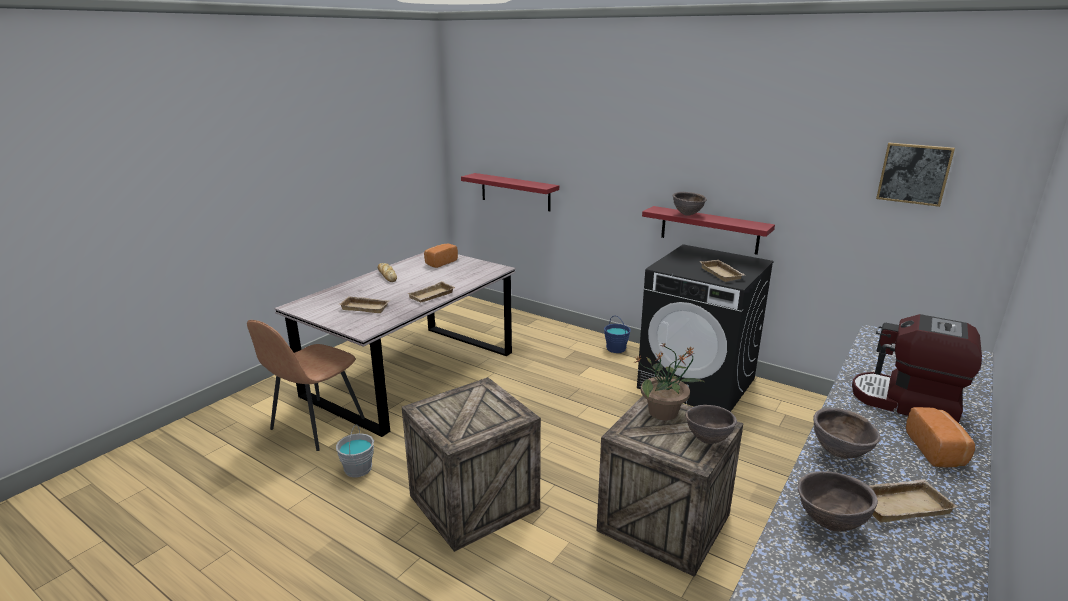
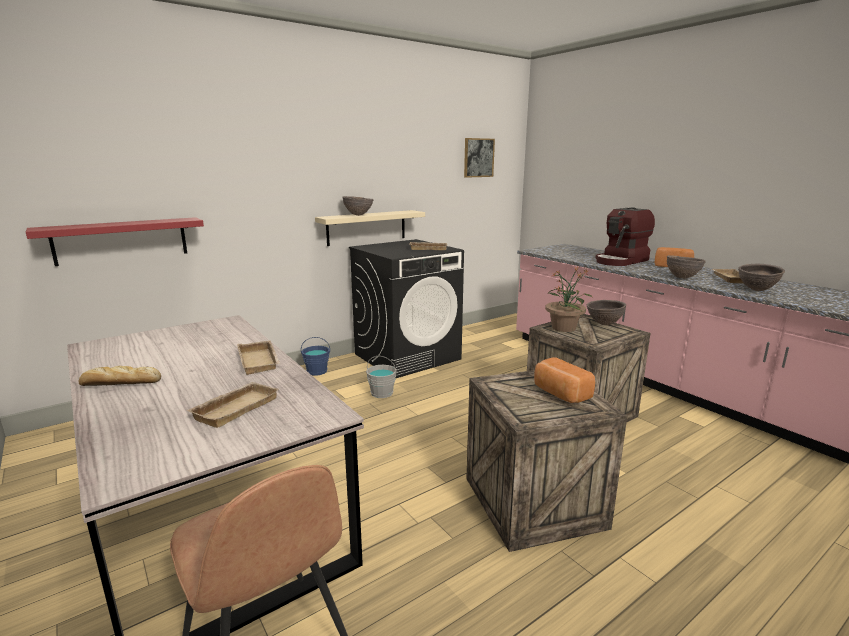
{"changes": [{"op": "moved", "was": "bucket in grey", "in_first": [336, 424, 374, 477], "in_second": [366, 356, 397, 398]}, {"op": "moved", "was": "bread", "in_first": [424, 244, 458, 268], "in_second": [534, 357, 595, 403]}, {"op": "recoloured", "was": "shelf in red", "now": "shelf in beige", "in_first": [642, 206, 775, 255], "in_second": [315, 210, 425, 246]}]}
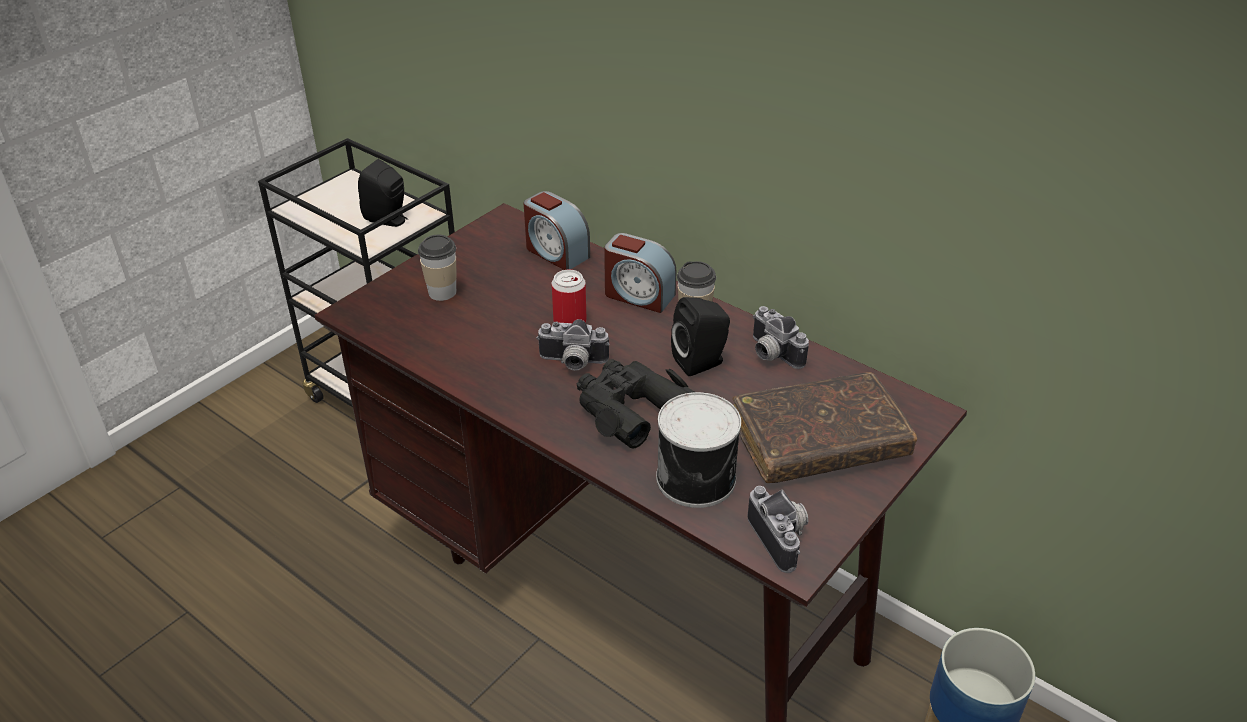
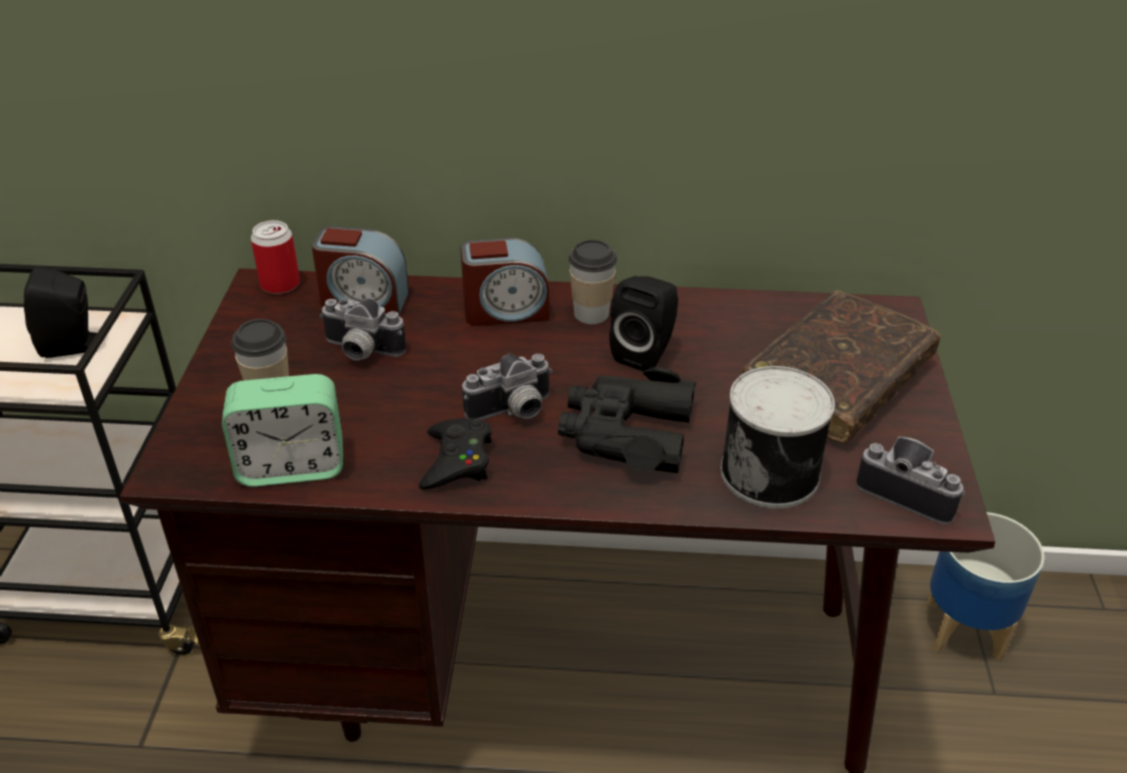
{"changes": [{"op": "added", "now": "alarm clock", "in_second": [222, 374, 343, 487]}, {"op": "added", "now": "game controller in black", "in_second": [419, 418, 492, 490]}, {"op": "moved", "was": "can", "in_first": [552, 270, 587, 323], "in_second": [251, 220, 300, 294]}, {"op": "moved", "was": "photo camera", "in_first": [753, 306, 809, 369], "in_second": [320, 298, 406, 360]}]}
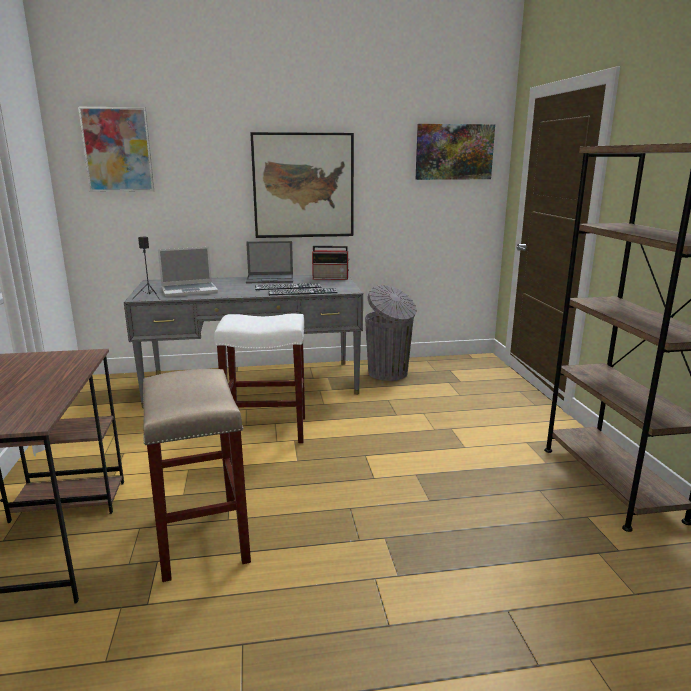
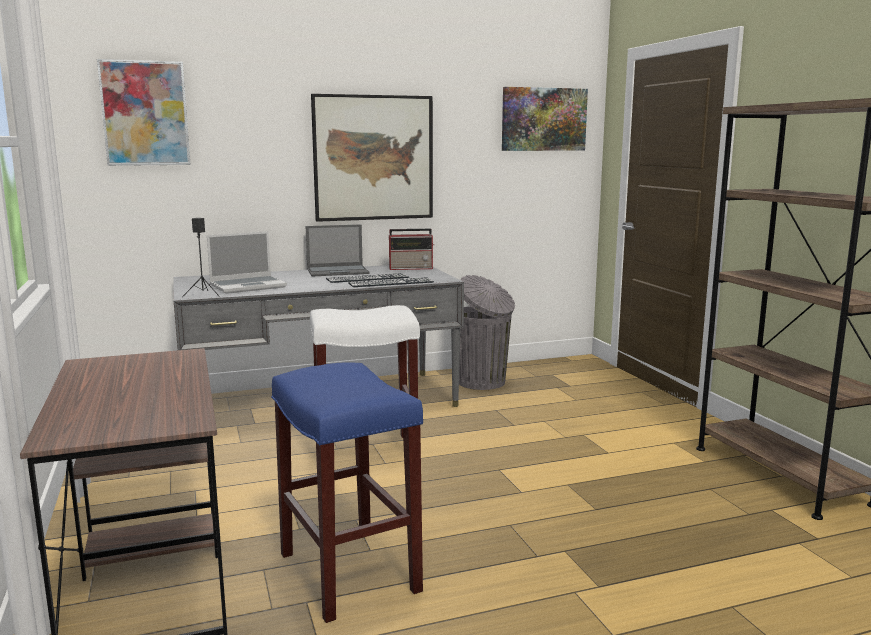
{"changes": [{"op": "recoloured", "was": "stool in beige", "now": "stool in blue", "in_first": [143, 369, 251, 582], "in_second": [271, 362, 423, 623]}]}
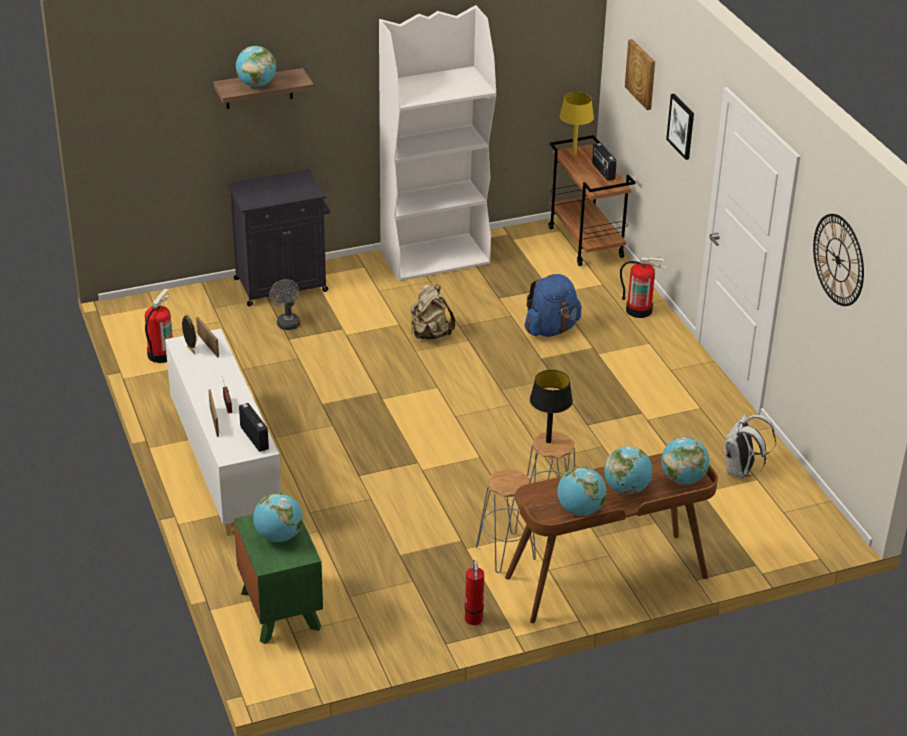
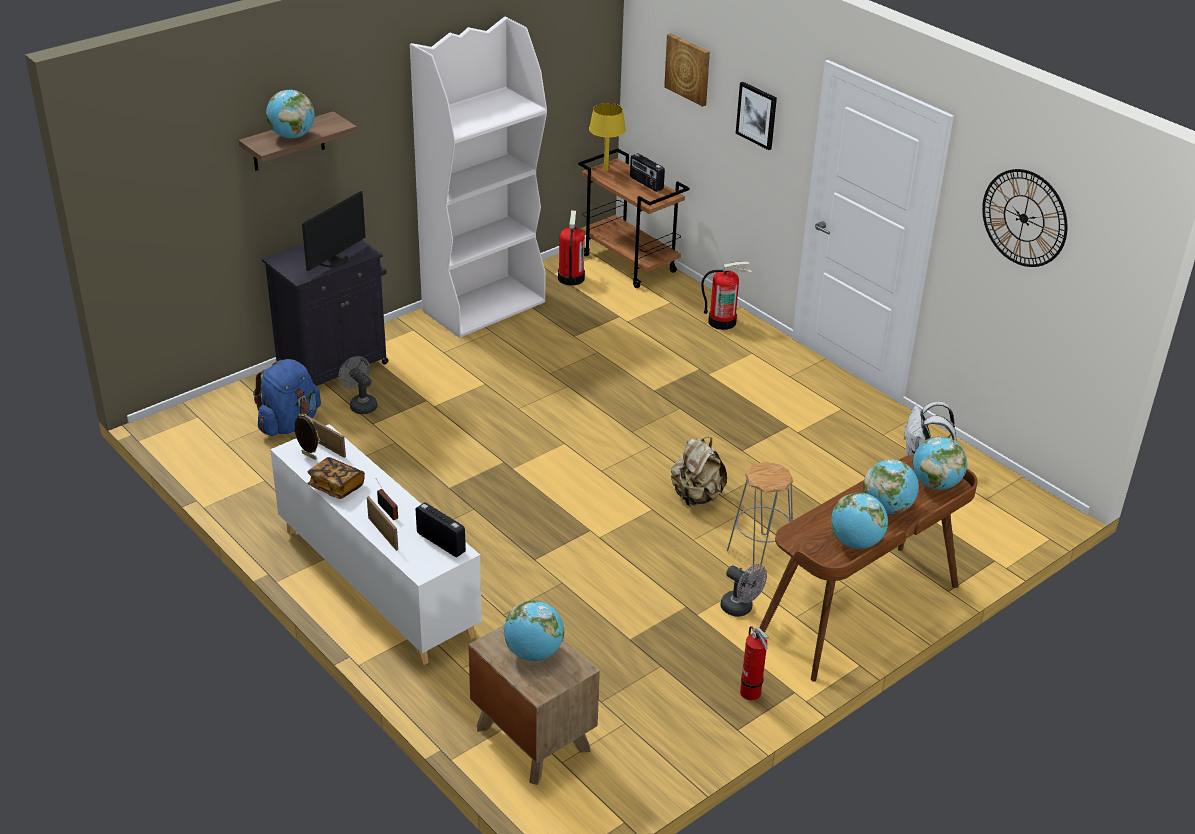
{"changes": [{"op": "removed", "was": "table lamp in black", "in_first": [530, 370, 573, 443]}, {"op": "added", "now": "monitor", "in_second": [302, 191, 366, 271]}, {"op": "added", "now": "book", "in_second": [308, 457, 365, 499]}, {"op": "moved", "was": "fire extinguisher", "in_first": [145, 288, 173, 363], "in_second": [558, 210, 585, 286]}, {"op": "moved", "was": "backpack in beige", "in_first": [411, 285, 455, 340], "in_second": [671, 437, 727, 506]}, {"op": "moved", "was": "backpack in blue", "in_first": [525, 274, 581, 337], "in_second": [253, 359, 321, 436]}, {"op": "replaced", "was": "stool in grey", "now": "fan in grey", "in_first": [476, 469, 536, 573], "in_second": [720, 564, 767, 617]}, {"op": "recoloured", "was": "nightstand in green", "now": "nightstand in brown", "in_first": [234, 514, 323, 644], "in_second": [468, 625, 600, 785]}]}
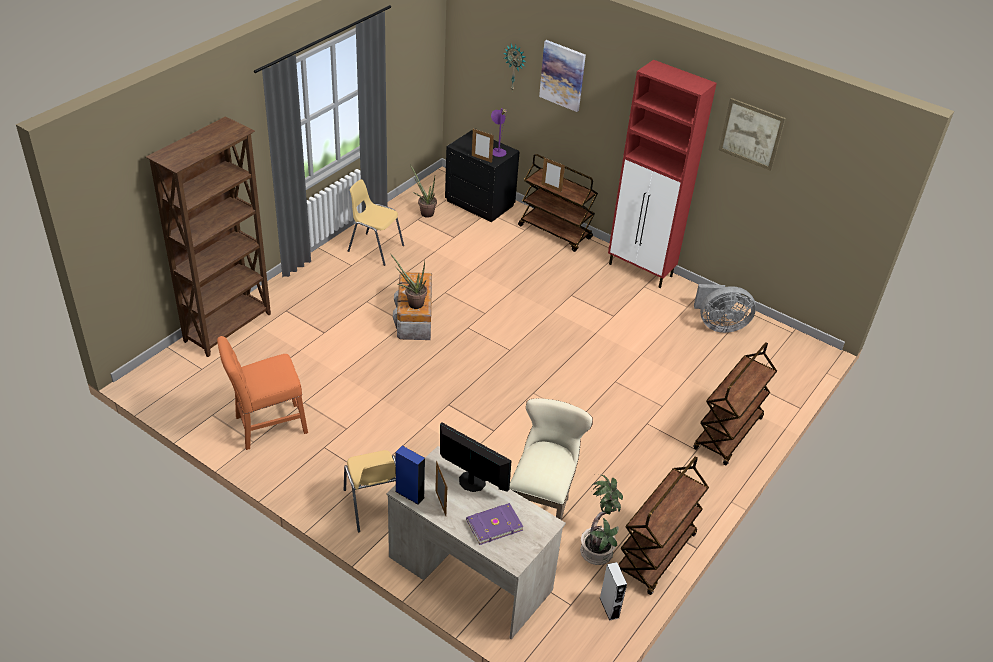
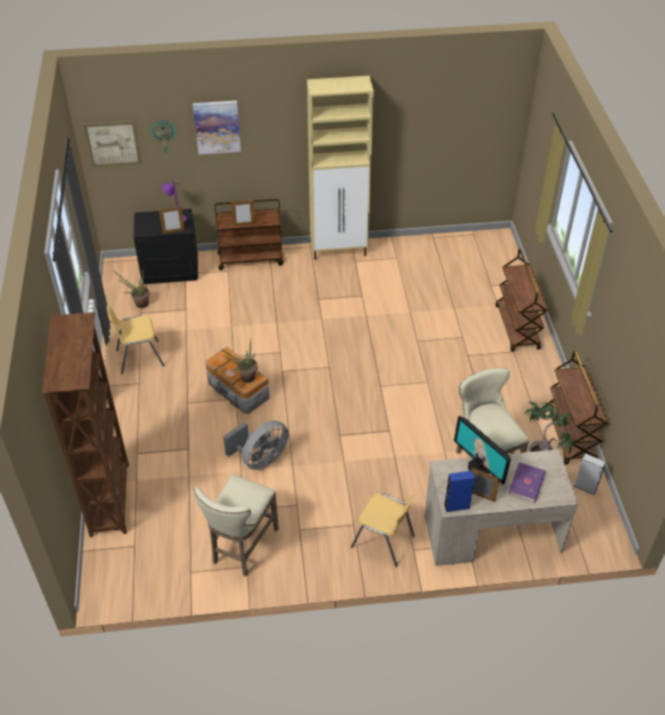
{"changes": [{"op": "moved", "was": "fan in grey", "in_first": [694, 284, 756, 333], "in_second": [223, 420, 289, 470]}, {"op": "moved", "was": "picture", "in_first": [719, 98, 786, 171], "in_second": [83, 121, 142, 167]}, {"op": "replaced", "was": "chair in orange", "now": "stool in beige", "in_first": [217, 336, 308, 450], "in_second": [193, 474, 279, 576]}, {"op": "recoloured", "was": "cabinet in red", "now": "cabinet in beige", "in_first": [608, 60, 717, 288], "in_second": [307, 76, 374, 260]}, {"op": "turned", "was": "monitor", "in_first": [440, 423, 512, 492], "in_second": [454, 416, 511, 485], "clockwise": -120}]}
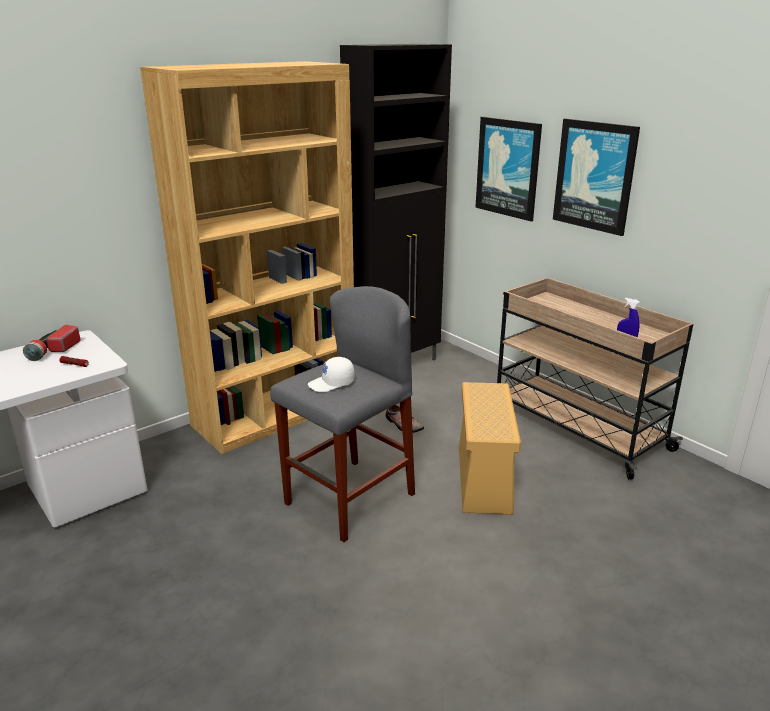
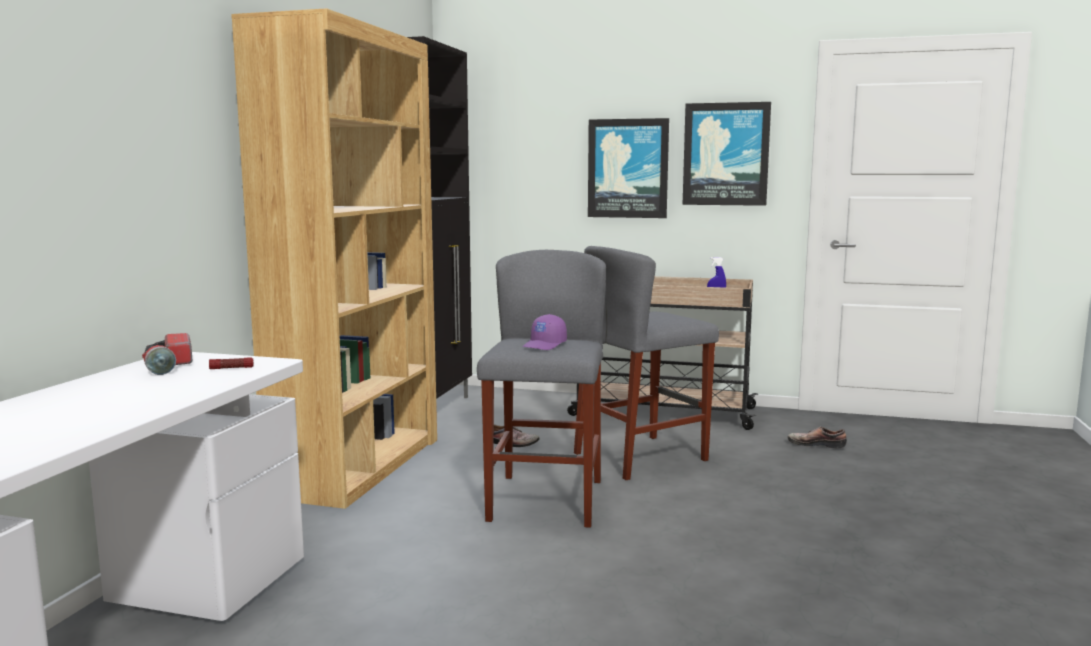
{"changes": [{"op": "added", "now": "shoe", "in_second": [788, 427, 847, 448]}, {"op": "moved", "was": "picture", "in_first": [475, 117, 542, 222], "in_second": [683, 102, 771, 206]}, {"op": "replaced", "was": "storage box in beige", "now": "stool in grey", "in_first": [459, 382, 521, 515], "in_second": [574, 246, 719, 480]}, {"op": "recoloured", "was": "cap in white", "now": "cap in purple", "in_first": [308, 357, 355, 392], "in_second": [523, 314, 567, 350]}]}
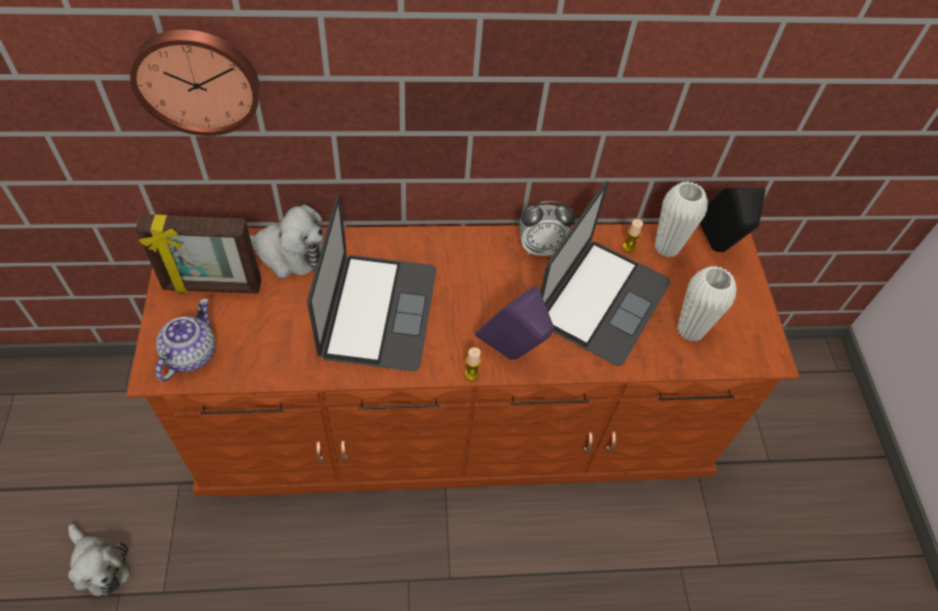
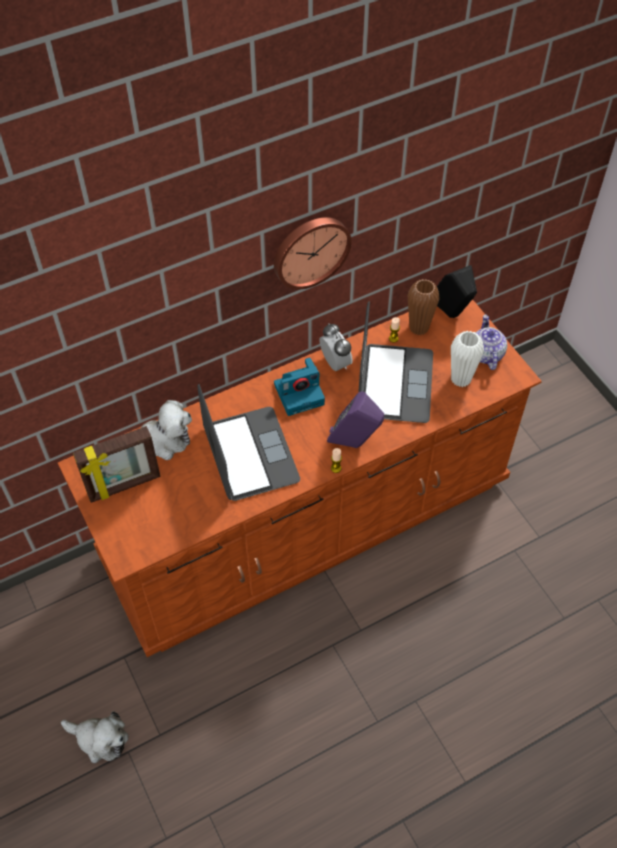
{"changes": [{"op": "added", "now": "photo camera", "in_second": [274, 357, 325, 416]}, {"op": "moved", "was": "wall clock", "in_first": [130, 30, 260, 136], "in_second": [274, 217, 352, 289]}, {"op": "moved", "was": "teapot", "in_first": [155, 298, 215, 382], "in_second": [476, 315, 507, 370]}, {"op": "recoloured", "was": "vase in white", "now": "vase in brown", "in_first": [655, 181, 708, 257], "in_second": [407, 279, 440, 335]}, {"op": "turned", "was": "alarm clock", "in_first": [519, 201, 575, 256], "in_second": [319, 323, 353, 371], "clockwise": -90}]}
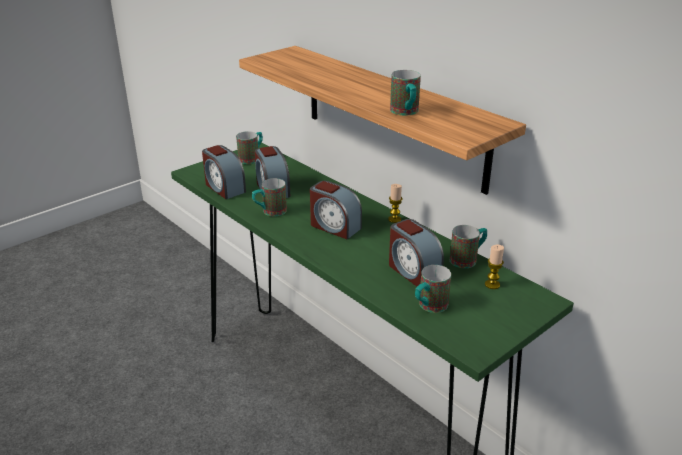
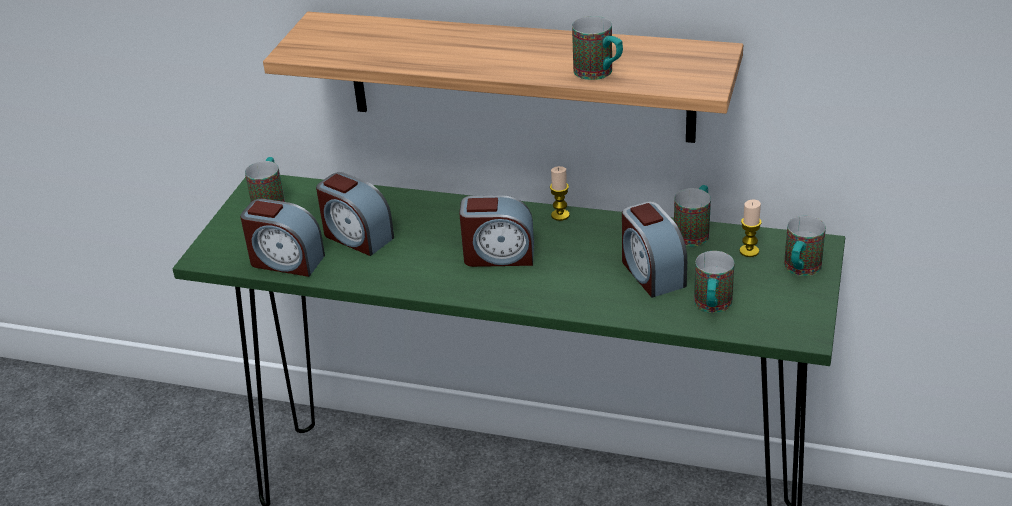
{"changes": [{"op": "moved", "was": "mug", "in_first": [252, 178, 287, 216], "in_second": [784, 216, 826, 276]}, {"op": "turned", "was": "alarm clock", "in_first": [389, 219, 444, 286], "in_second": [622, 201, 687, 298], "clockwise": 45}]}
